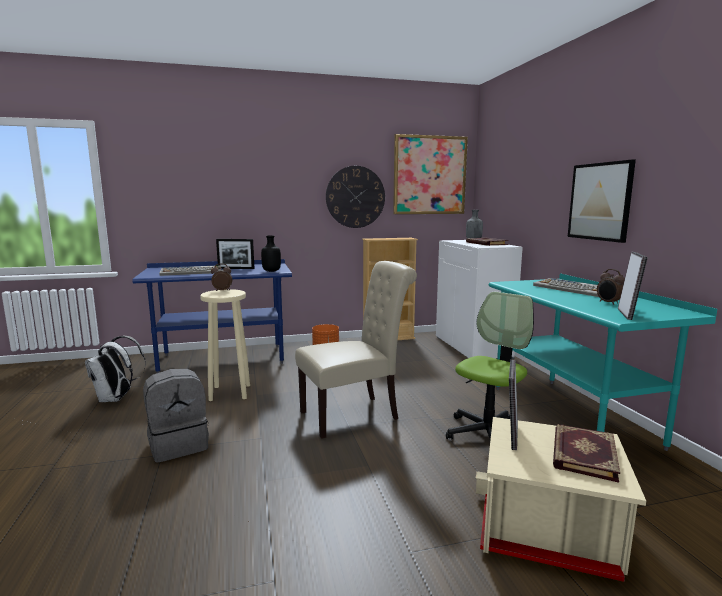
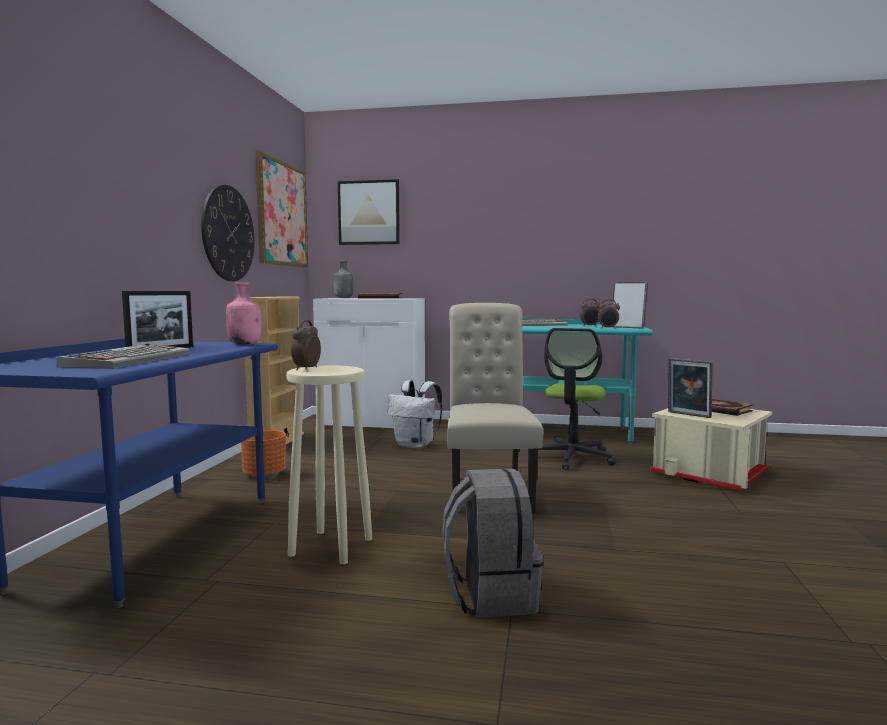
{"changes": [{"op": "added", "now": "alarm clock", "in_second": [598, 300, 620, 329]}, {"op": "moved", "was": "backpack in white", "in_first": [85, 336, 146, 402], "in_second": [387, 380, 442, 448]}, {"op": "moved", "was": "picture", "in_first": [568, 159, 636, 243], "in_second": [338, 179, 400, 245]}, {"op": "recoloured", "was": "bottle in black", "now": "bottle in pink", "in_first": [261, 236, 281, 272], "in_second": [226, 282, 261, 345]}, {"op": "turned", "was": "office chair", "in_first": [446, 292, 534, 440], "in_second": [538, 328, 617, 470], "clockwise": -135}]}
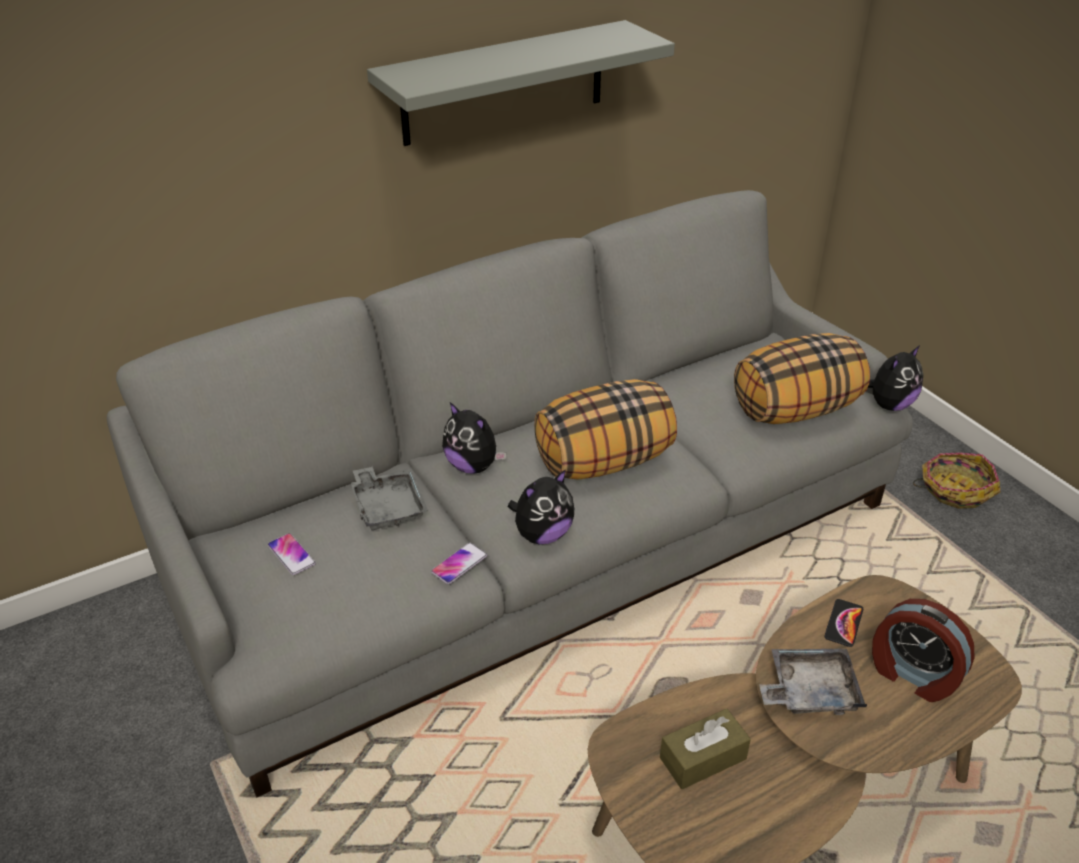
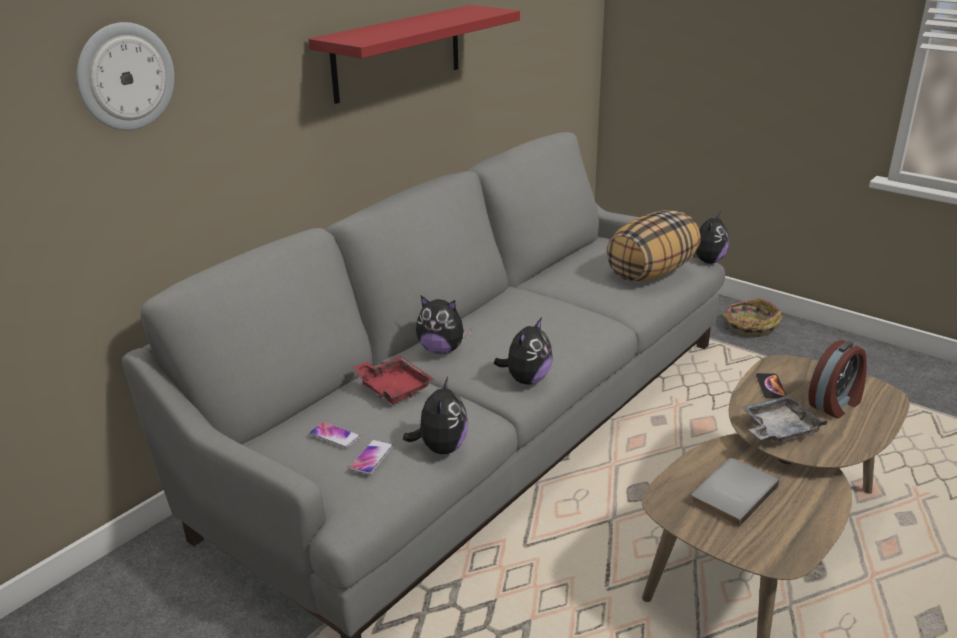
{"changes": [{"op": "removed", "was": "pillow", "in_first": [534, 379, 677, 479]}, {"op": "added", "now": "wall clock", "in_second": [77, 22, 175, 130]}, {"op": "added", "now": "plush toy", "in_second": [403, 377, 468, 454]}, {"op": "moved", "was": "phone", "in_first": [431, 543, 487, 584], "in_second": [349, 440, 393, 474]}, {"op": "replaced", "was": "tissue box in brown", "now": "book in grey", "in_first": [660, 709, 751, 789], "in_second": [690, 458, 779, 528]}, {"op": "recoloured", "was": "tray in grey", "now": "tray in red", "in_first": [351, 466, 428, 530], "in_second": [352, 356, 434, 404]}, {"op": "recoloured", "was": "shelf in grey", "now": "shelf in red", "in_first": [367, 20, 675, 146], "in_second": [308, 5, 520, 104]}, {"op": "turned", "was": "alarm clock", "in_first": [872, 599, 975, 702], "in_second": [808, 340, 867, 418], "clockwise": -60}]}
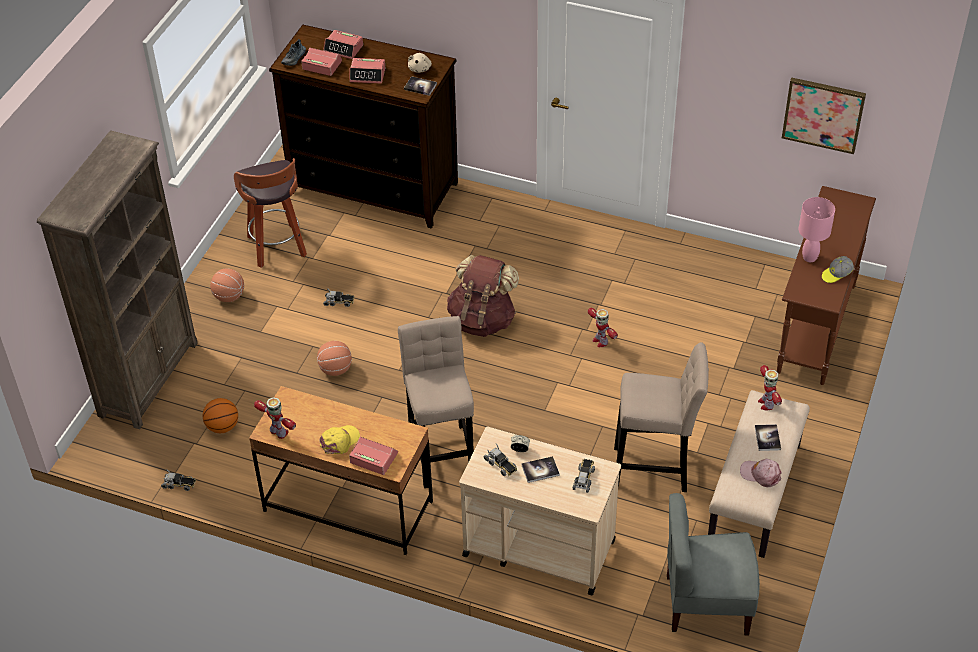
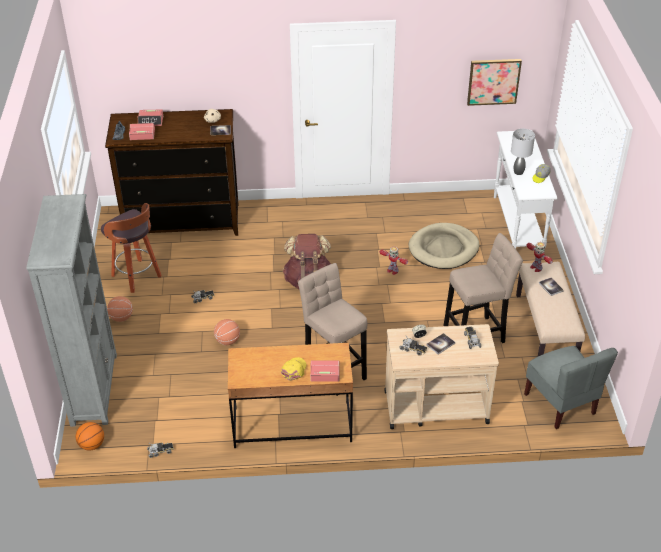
{"changes": [{"op": "removed", "was": "toy robot", "in_first": [254, 397, 296, 439]}, {"op": "removed", "was": "alarm clock", "in_first": [349, 58, 385, 84]}, {"op": "removed", "was": "cap in pink", "in_first": [740, 459, 782, 487]}, {"op": "added", "now": "dog bed in beige", "in_second": [409, 223, 479, 269]}, {"op": "moved", "was": "basketball", "in_first": [203, 398, 238, 433], "in_second": [76, 422, 104, 450]}, {"op": "recoloured", "was": "bookcase in brown", "now": "bookcase in grey", "in_first": [37, 130, 198, 429], "in_second": [26, 194, 117, 427]}, {"op": "recoloured", "was": "console table in brown", "now": "console table in white", "in_first": [777, 186, 876, 385], "in_second": [494, 130, 558, 251]}, {"op": "recoloured", "was": "table lamp in pink", "now": "table lamp in grey", "in_first": [799, 197, 835, 262], "in_second": [511, 128, 535, 175]}, {"op": "turned", "was": "chair in grey", "in_first": [667, 493, 760, 636], "in_second": [524, 346, 618, 429], "clockwise": -90}]}
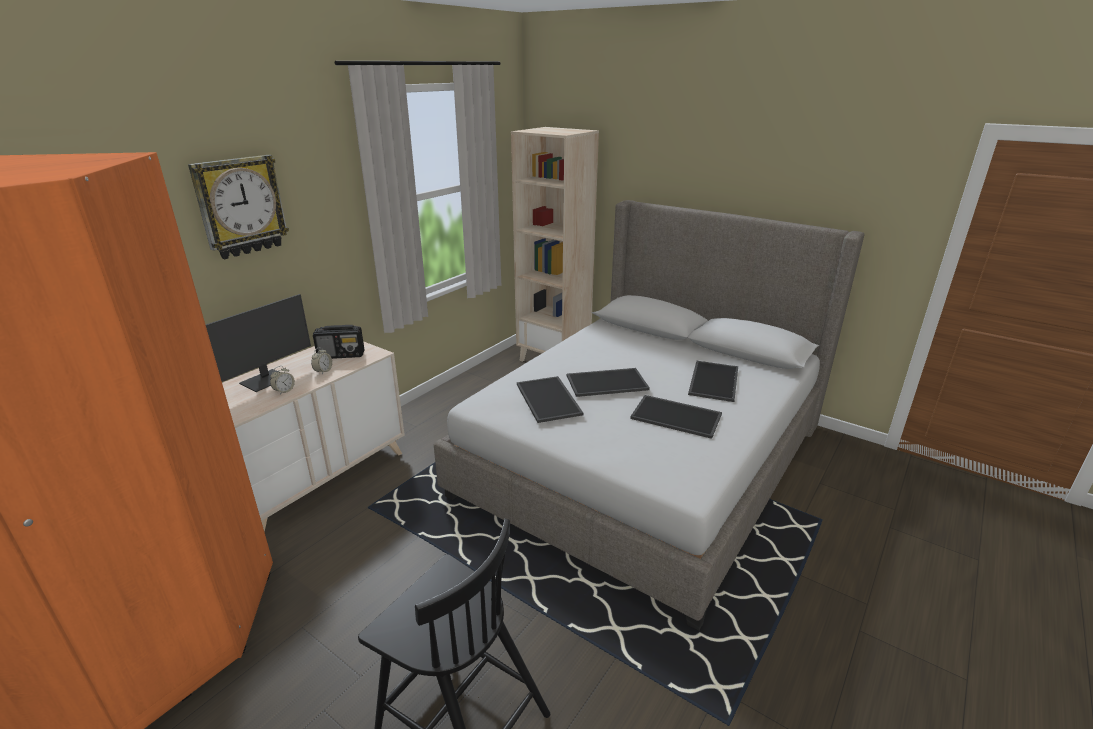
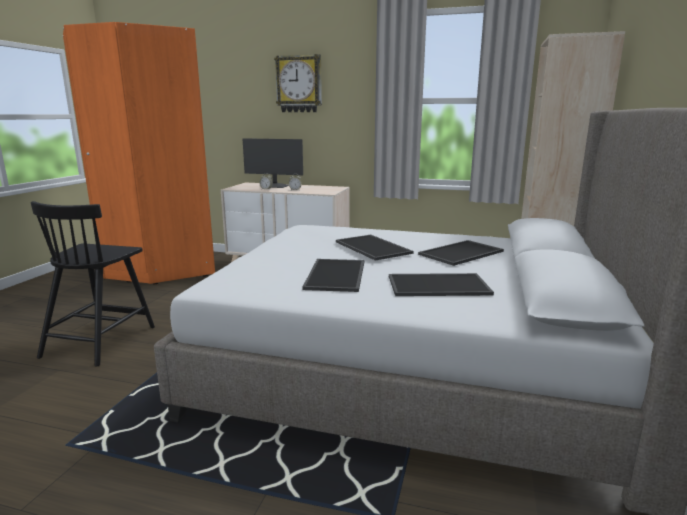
{"changes": [{"op": "removed", "was": "radio", "in_first": [313, 325, 364, 359]}, {"op": "moved", "was": "tray", "in_first": [517, 376, 584, 423], "in_second": [418, 240, 504, 266]}]}
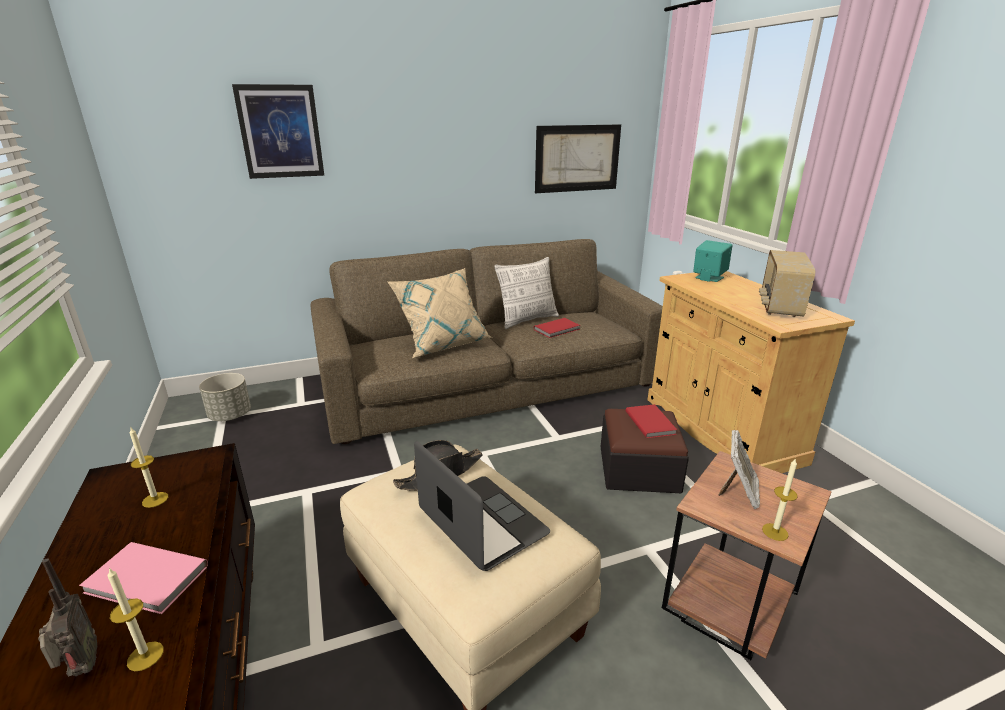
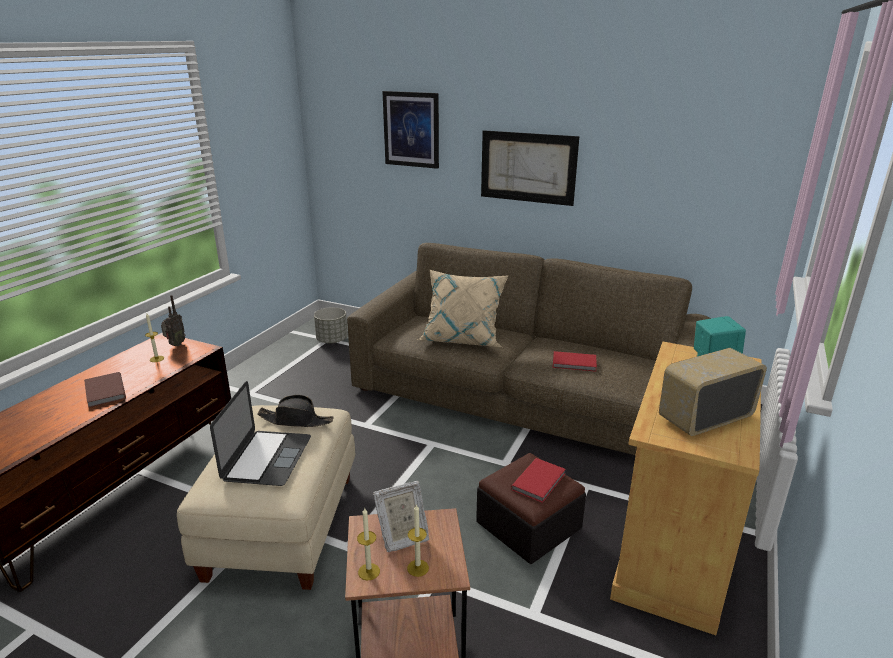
{"changes": [{"op": "removed", "was": "pillow", "in_first": [494, 257, 559, 329]}, {"op": "moved", "was": "radio", "in_first": [38, 558, 97, 677], "in_second": [161, 295, 185, 346]}, {"op": "moved", "was": "candle", "in_first": [108, 567, 164, 671], "in_second": [407, 504, 429, 577]}, {"op": "moved", "was": "picture", "in_first": [535, 124, 621, 193], "in_second": [481, 130, 579, 206]}, {"op": "recoloured", "was": "book in pink", "now": "book in brown", "in_first": [79, 542, 208, 614], "in_second": [84, 372, 126, 408]}]}
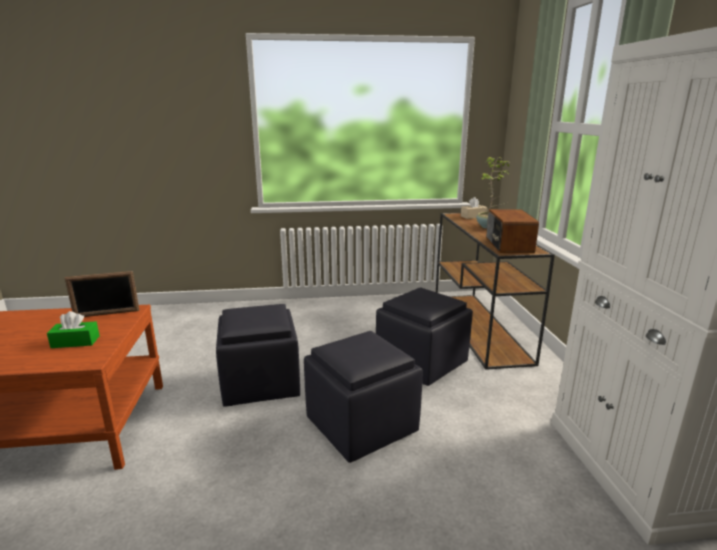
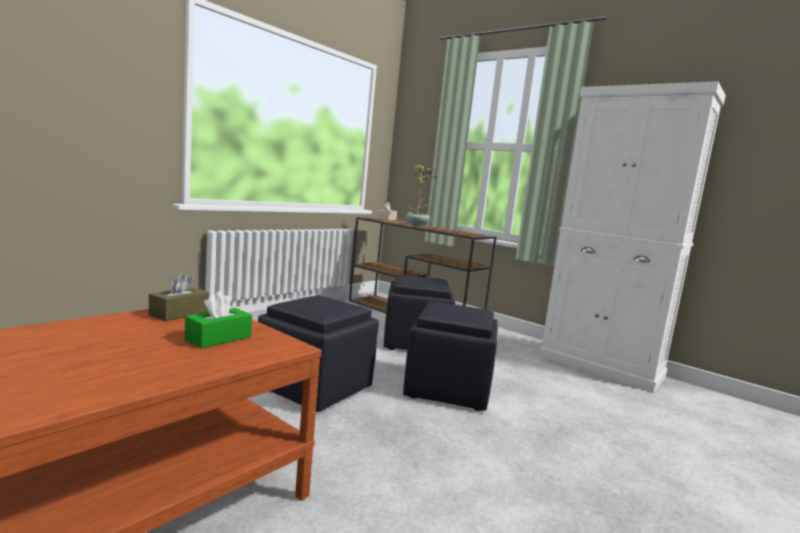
{"changes": [{"op": "removed", "was": "radio", "in_first": [486, 209, 539, 253]}, {"op": "replaced", "was": "picture frame", "now": "tissue box in brown", "in_first": [65, 271, 139, 317], "in_second": [149, 273, 209, 321]}]}
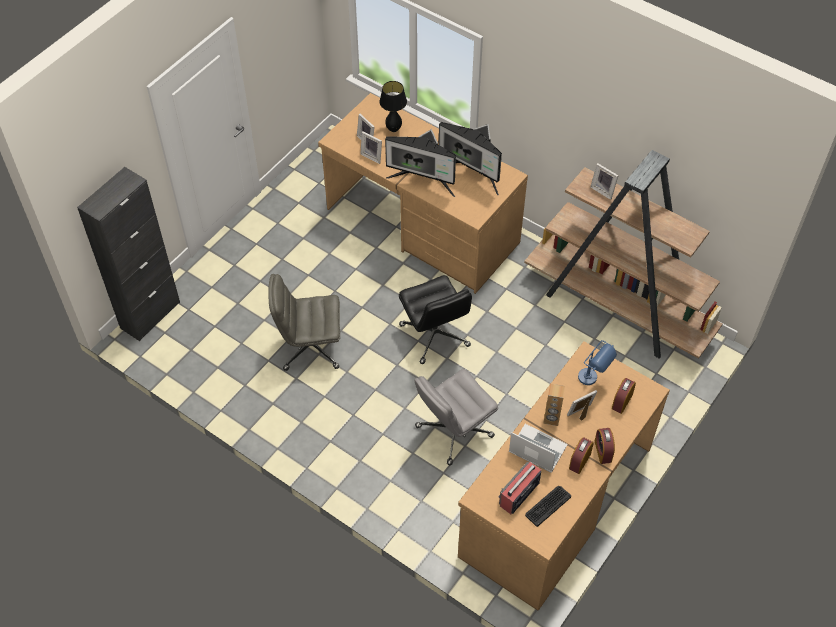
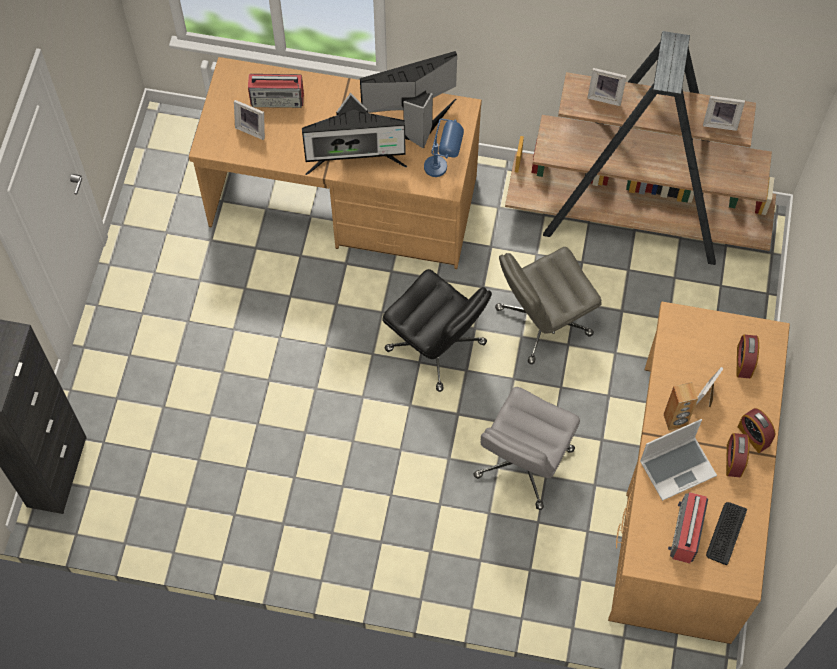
{"changes": [{"op": "moved", "was": "office chair in grey", "in_first": [268, 274, 340, 371], "in_second": [495, 247, 602, 364]}, {"op": "moved", "was": "picture frame", "in_first": [360, 131, 382, 164], "in_second": [703, 96, 745, 131]}, {"op": "moved", "was": "table lamp in blue", "in_first": [578, 340, 617, 385], "in_second": [424, 118, 464, 177]}, {"op": "replaced", "was": "table lamp in black", "now": "radio", "in_first": [379, 81, 407, 132], "in_second": [248, 74, 304, 108]}, {"op": "turned", "was": "monitor", "in_first": [439, 122, 502, 195], "in_second": [360, 51, 457, 149], "clockwise": 150}, {"op": "turned", "was": "laptop", "in_first": [509, 424, 568, 473], "in_second": [640, 419, 717, 501], "clockwise": 150}]}
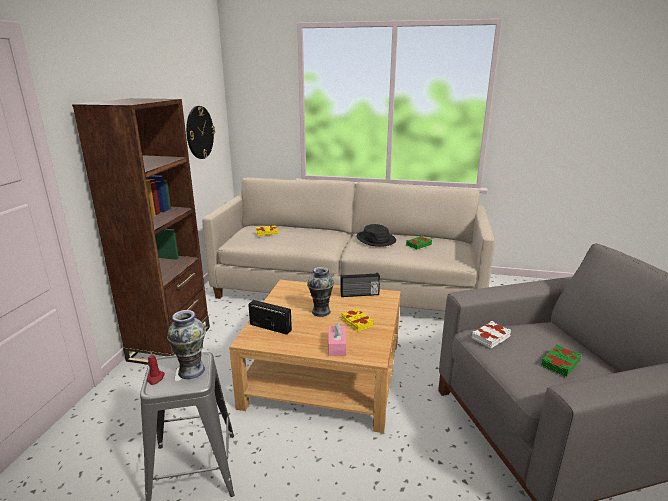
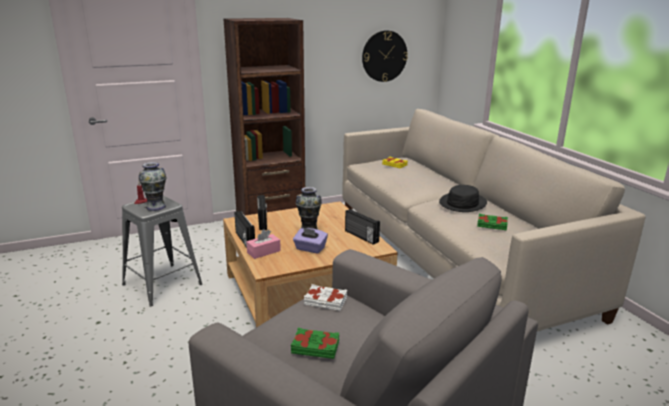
{"changes": [{"op": "added", "now": "radio", "in_second": [234, 211, 255, 248]}, {"op": "replaced", "was": "book in yellow", "now": "tissue box in purple", "in_first": [341, 308, 374, 331], "in_second": [293, 227, 328, 254]}]}
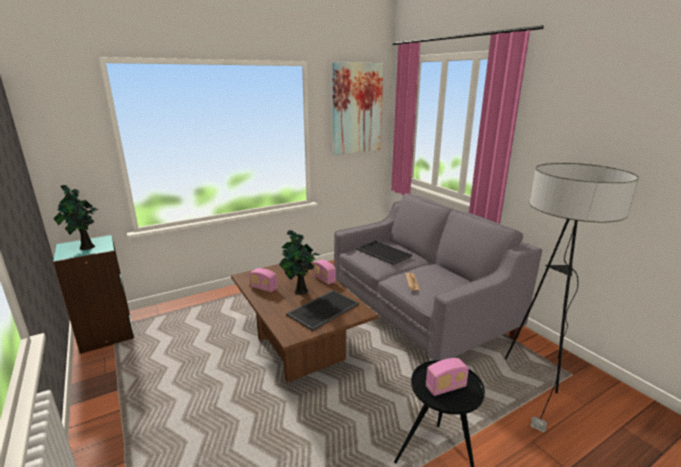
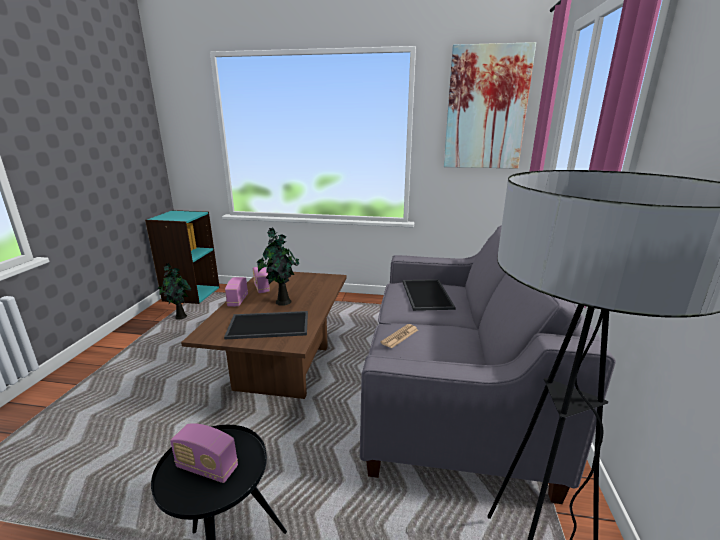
{"changes": [{"op": "moved", "was": "potted plant", "in_first": [53, 185, 98, 250], "in_second": [158, 263, 191, 319]}, {"op": "moved", "was": "radio", "in_first": [313, 260, 336, 285], "in_second": [225, 277, 248, 307]}]}
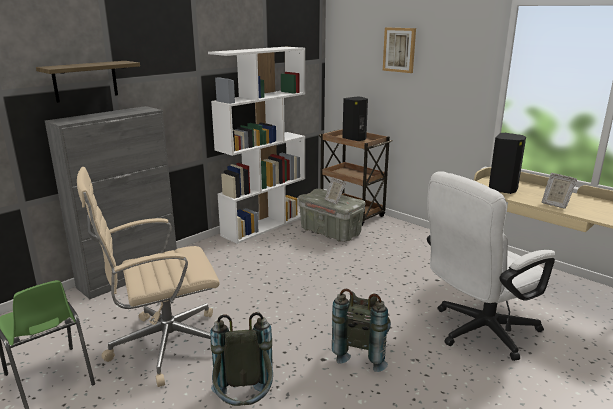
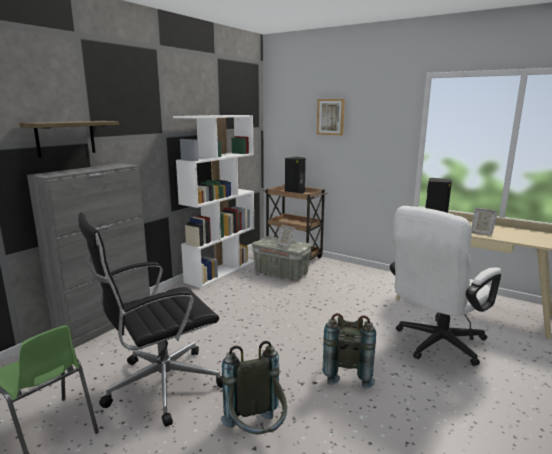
{"changes": [{"op": "recoloured", "was": "office chair in beige", "now": "office chair in black", "in_first": [77, 167, 220, 387], "in_second": [78, 213, 223, 427]}]}
